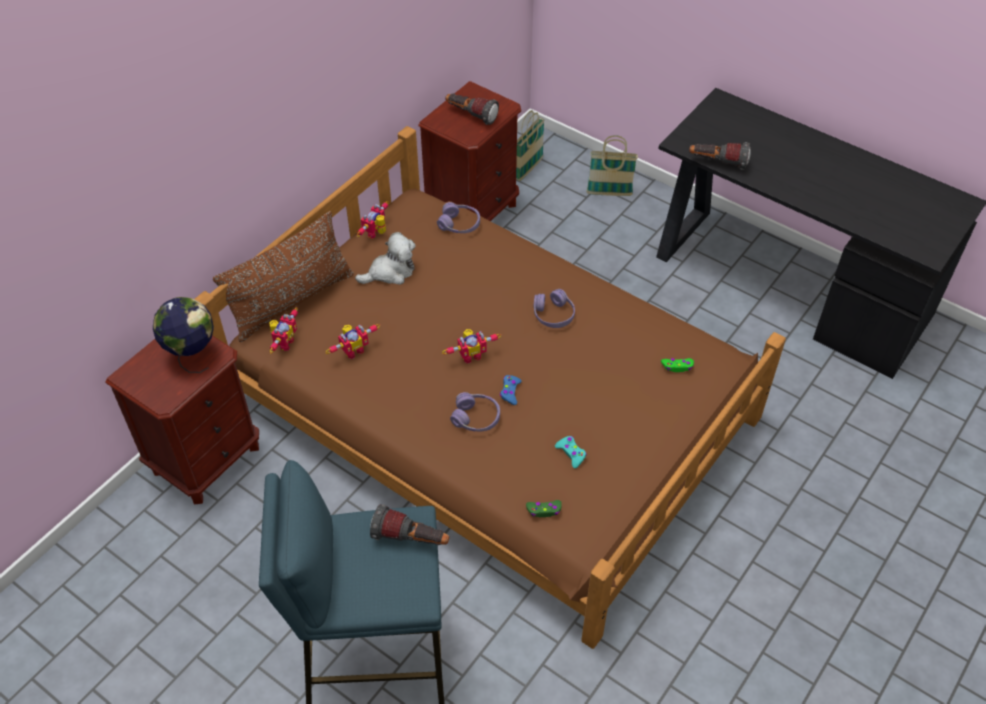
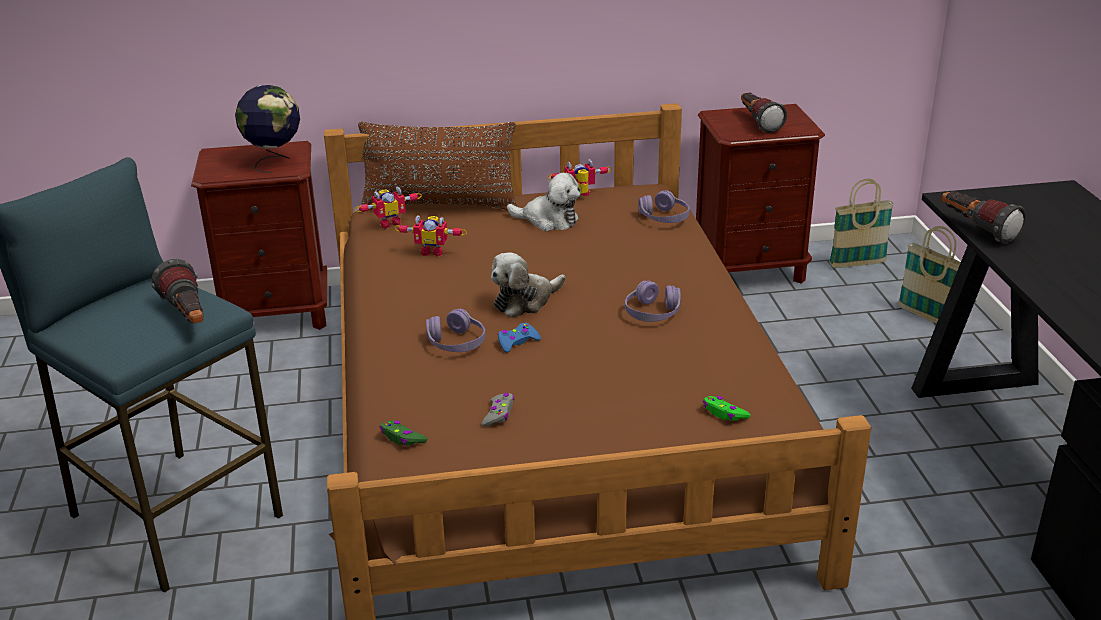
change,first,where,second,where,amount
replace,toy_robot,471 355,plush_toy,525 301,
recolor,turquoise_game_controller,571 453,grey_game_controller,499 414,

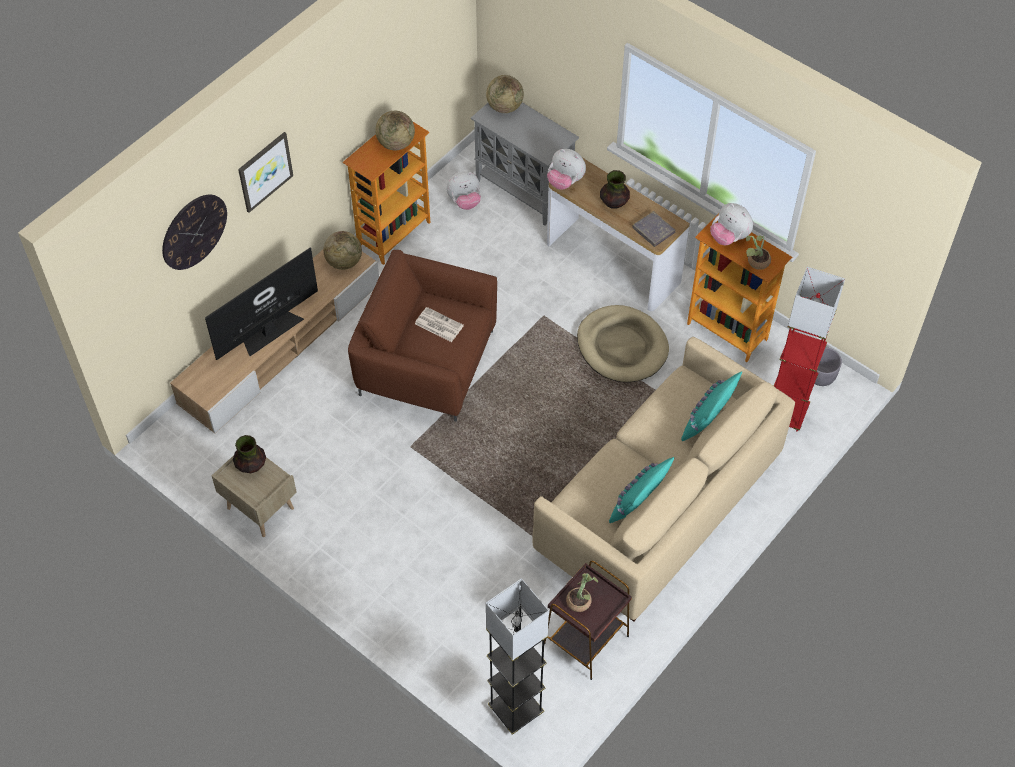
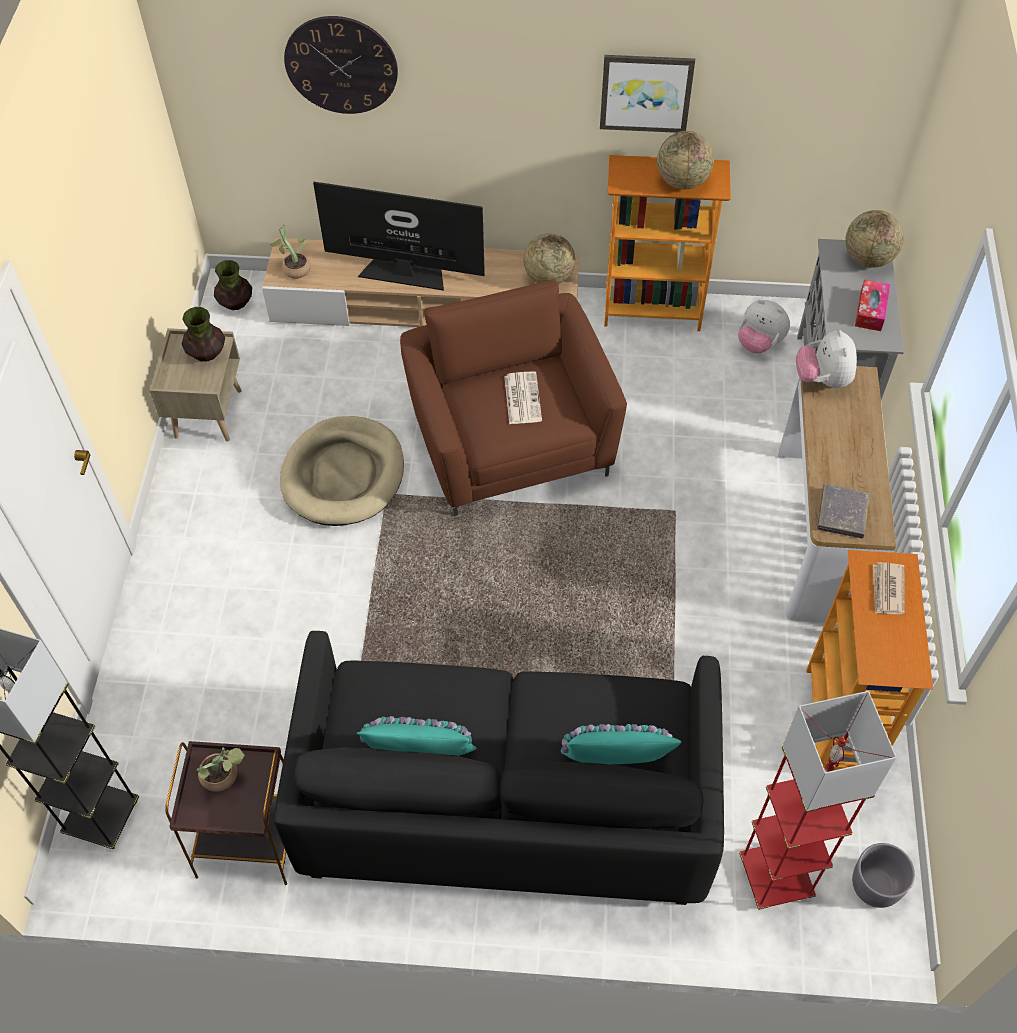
change,first,where,second,where,amount
move,picture,264 171,,646 92,
recolor,beige_sofa,658 505,black_sofa,504 803,
move,beige_dog_bed,622 346,,343 475,
move,vase,614 202,,236 303,
replace,plush_toy,729 237,newspaper,887 590,
move,potted_plant,755 262,,294 268,
insert,,,tissue_box,870 311,

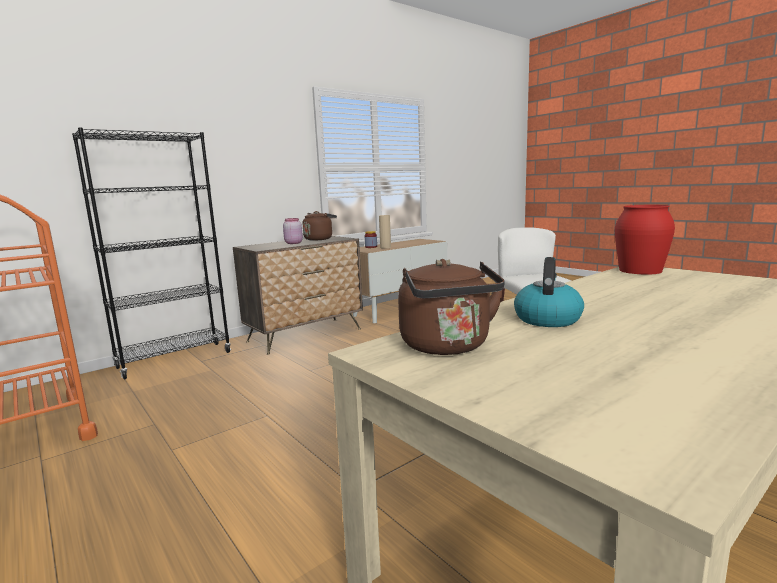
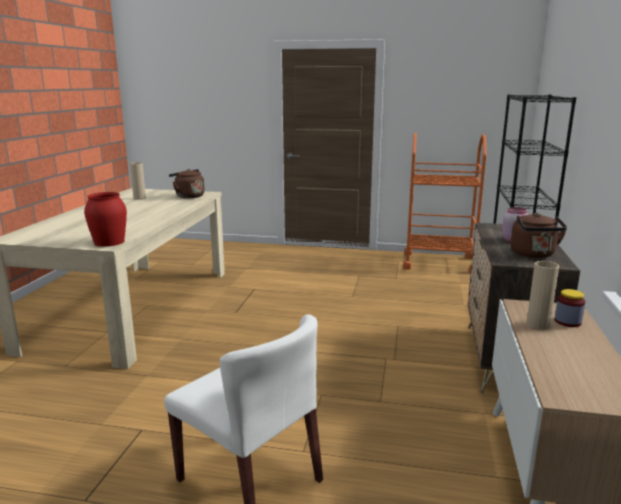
change,first,where,second,where,amount
delete,kettle,547 319,,,
insert,,,beige_vase,139 198,

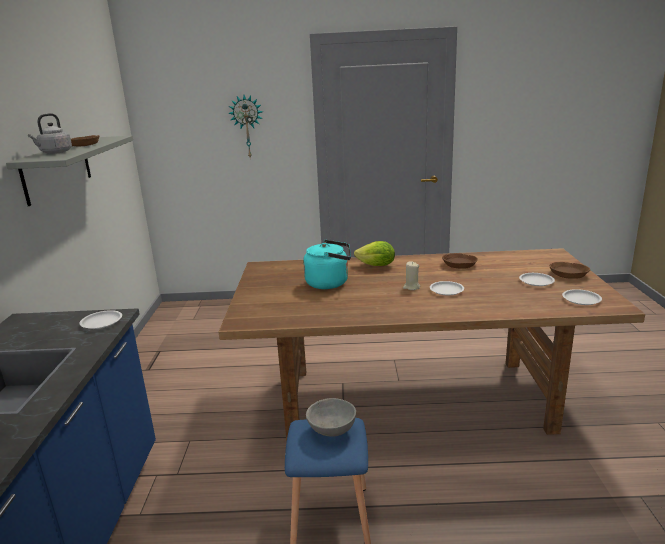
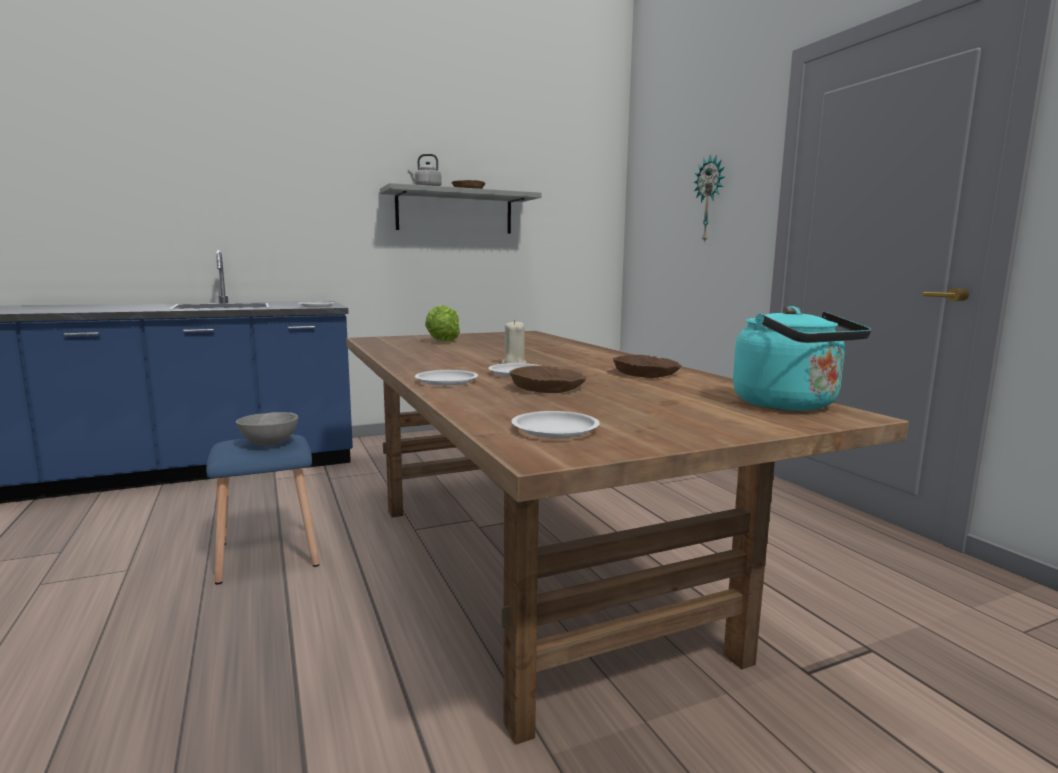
change,first,where,second,where,amount
move,turquoise_kettle,330 283,,790 405,
move,lettuce,376 266,,442 341,
move,white_plate,536 281,,446 381,
move,brown_bowl,568 274,,548 388,

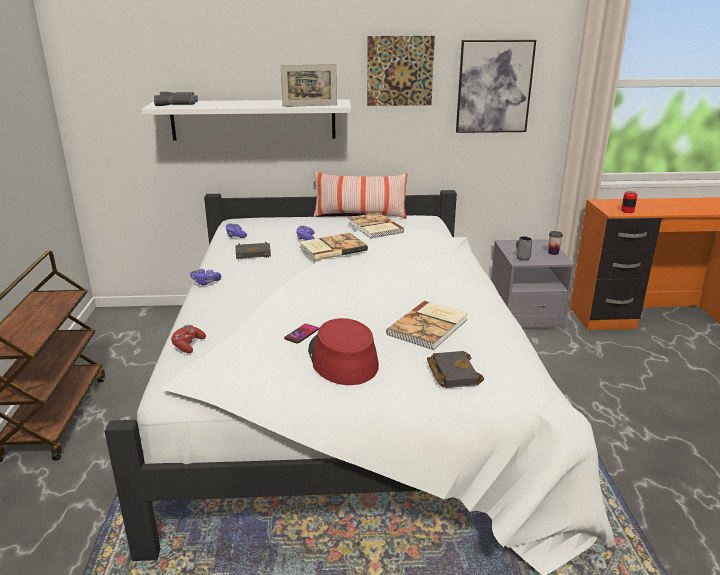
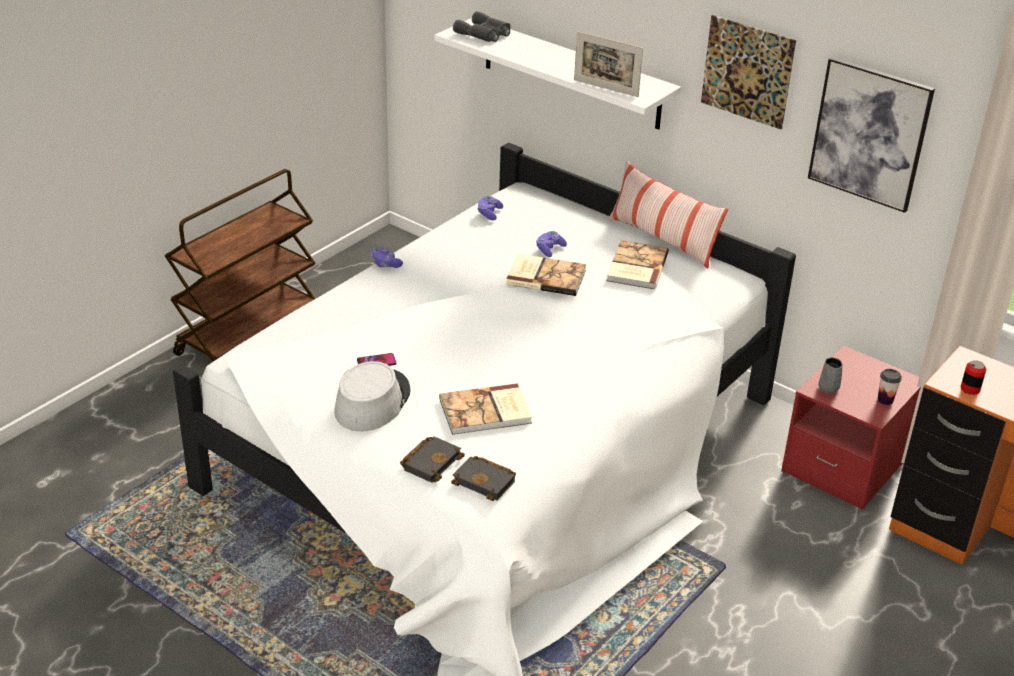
change,first,where,second,where,amount
delete,red_game_controller,188 345,,,
move,black_book,254 253,,486 481,
recolor,red_hat,342 358,grey_hat,372 401,
recolor,grey_nightstand,525 313,red_nightstand,843 466,

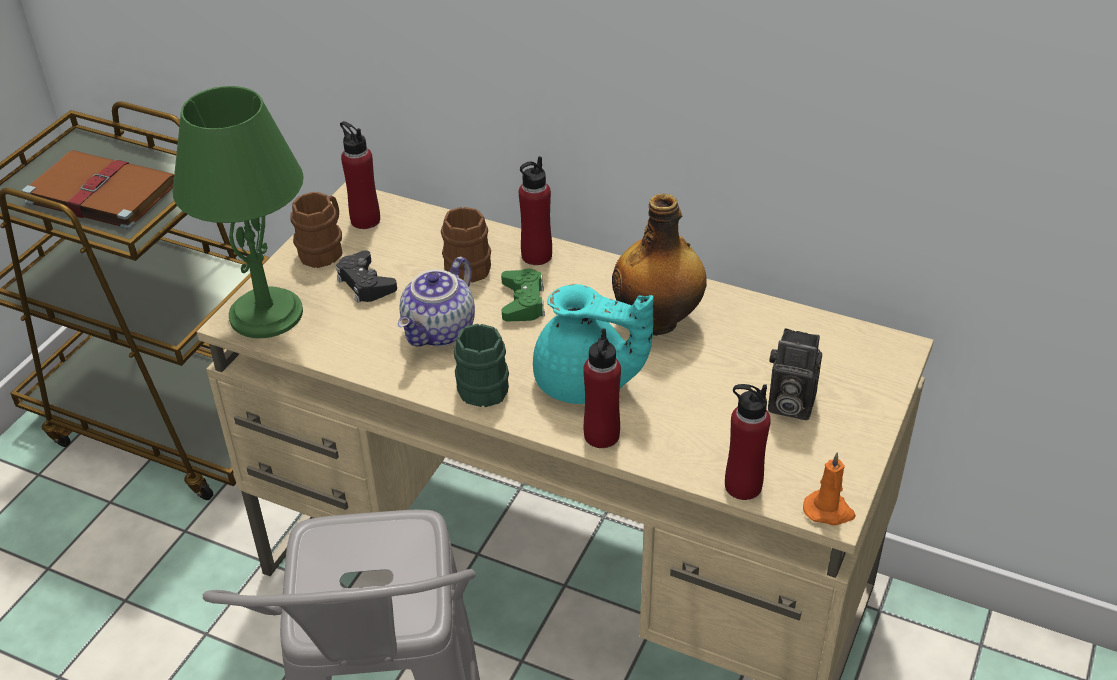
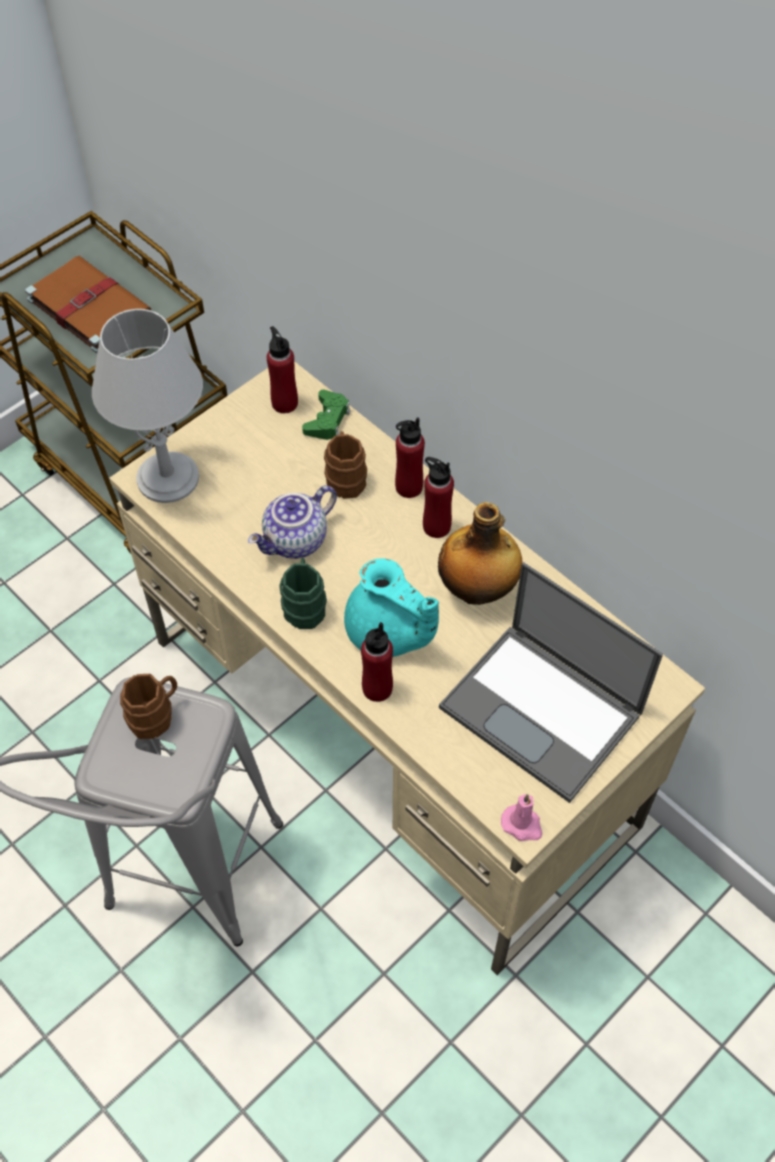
change,first,where,second,where,amount
recolor,green_table_lamp,266 313,grey_table_lamp,168 477,
move,brown_mug,324 249,,156 715,
delete,black_game_controller,365 283,,,
move,green_game_controller,523 302,,327 420,
move,red_bottle,743 486,,436 526,
replace,photo_camera,788 404,laptop,543 711,
recolor,orange_candle,829 511,pink_candle,522 825,

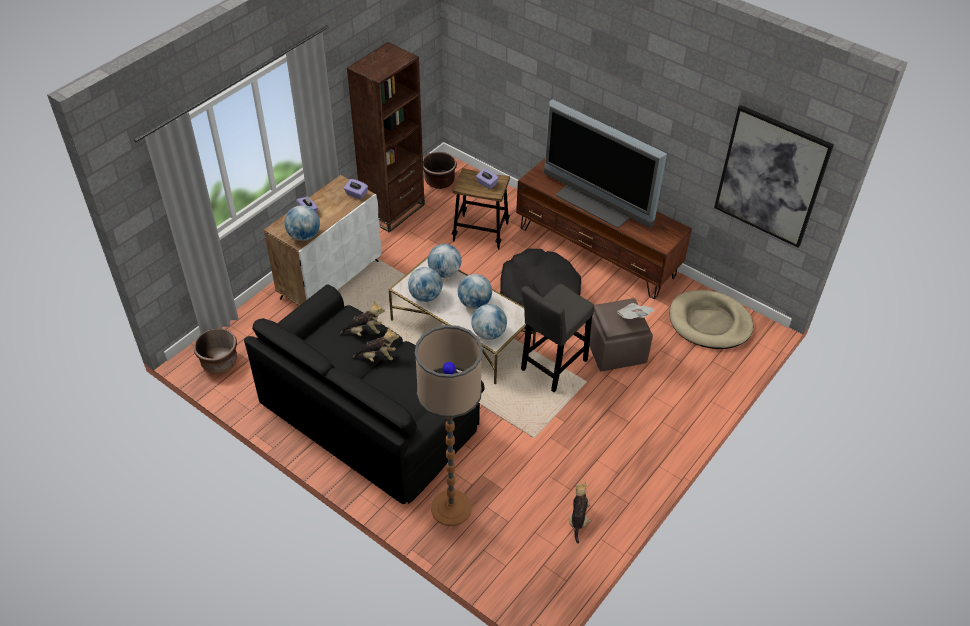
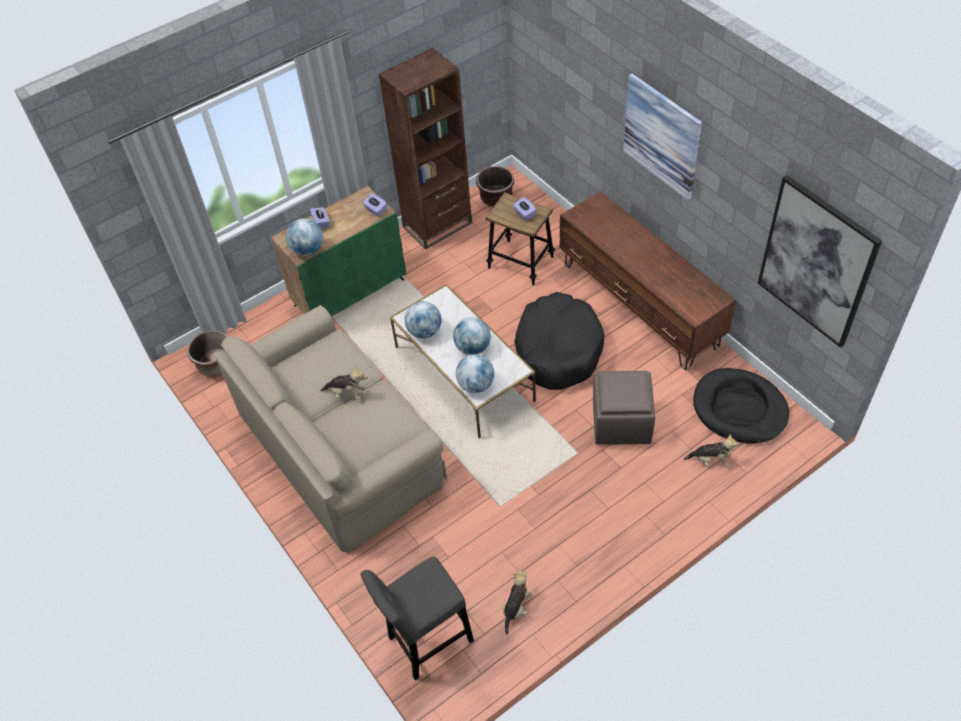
change,first,where,second,where,amount
recolor,black_sofa,368 413,beige_sofa,340 446,
recolor,white_cabinet,330 279,green_cabinet,350 292,
move,plush_toy,364 332,,710 460,
delete,floor_lamp,451 508,,,
delete,globe,444 272,,,
move,grey_stool,552 367,,426 642,
delete,television,595 203,,,
delete,newspaper,634 317,,,
recolor,beige_dog_bed,709 323,black_dog_bed,739 409,
insert,,,picture,662 136,

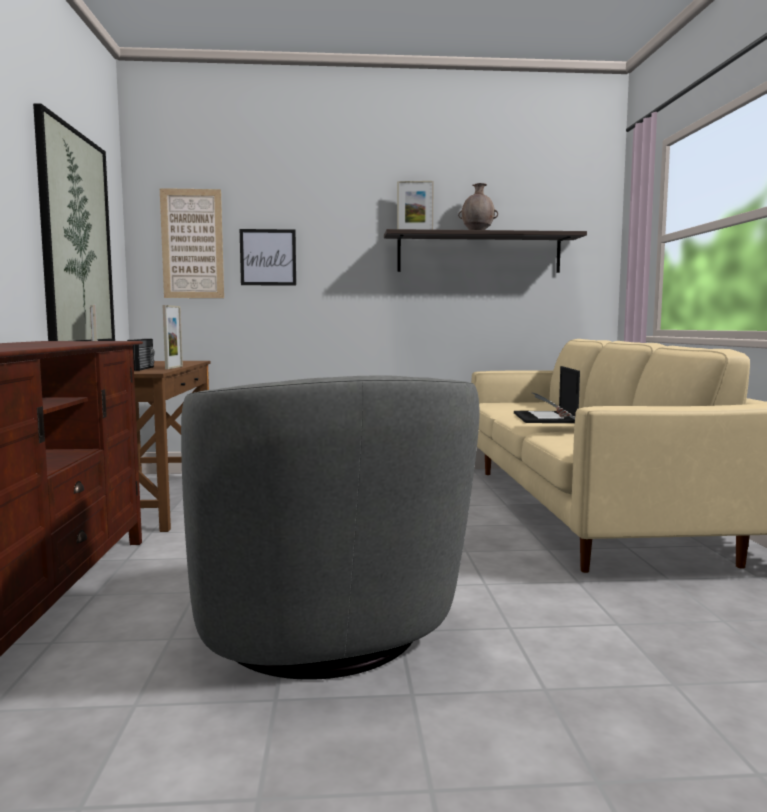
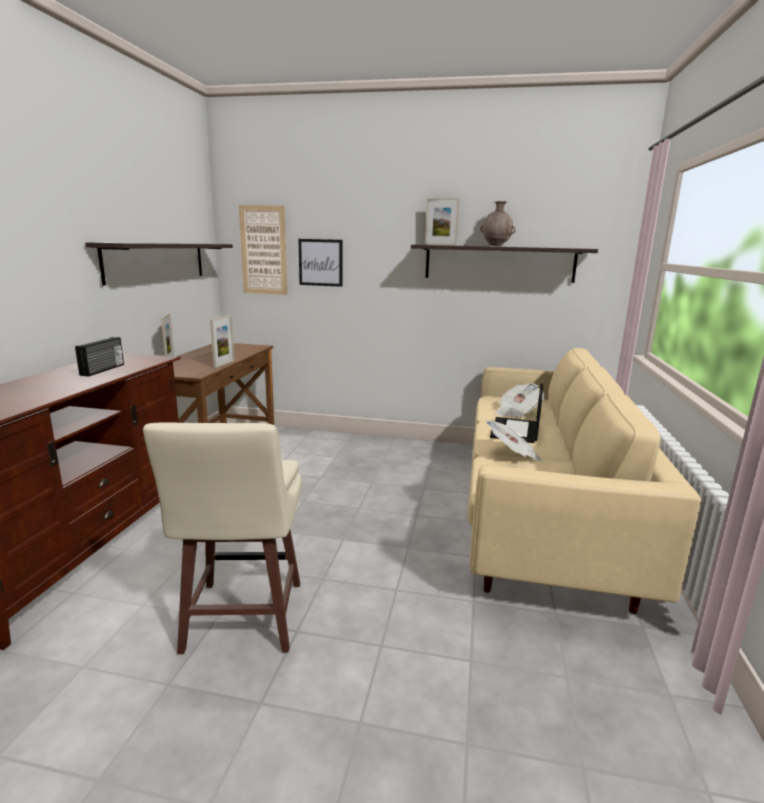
change,first,where,second,where,amount
replace,picture,76 238,shelf,157 261,
move,radio,142 368,,103 370,
replace,grey_armchair,320 631,beige_stool,242 619,
insert,,,newspaper,517 412,

